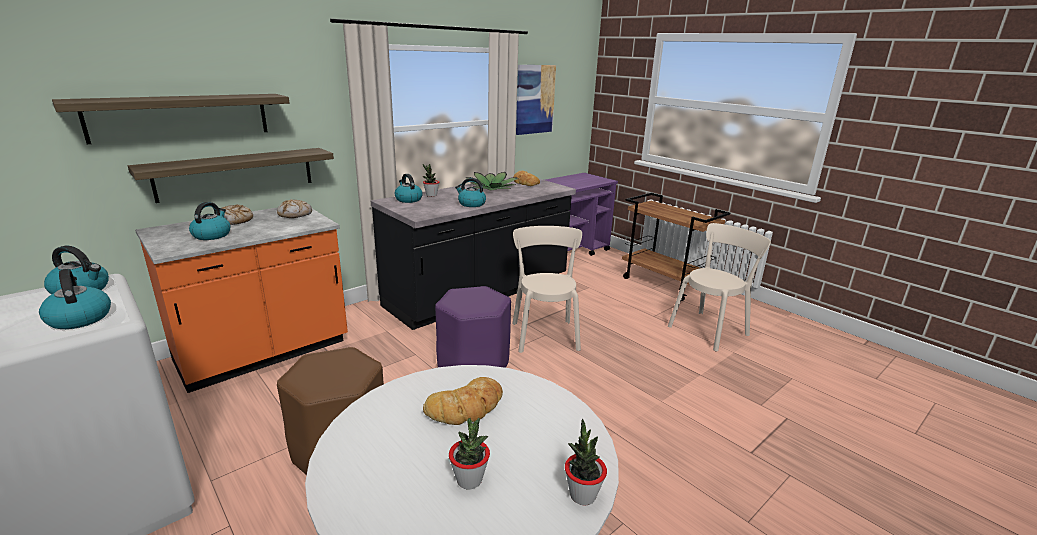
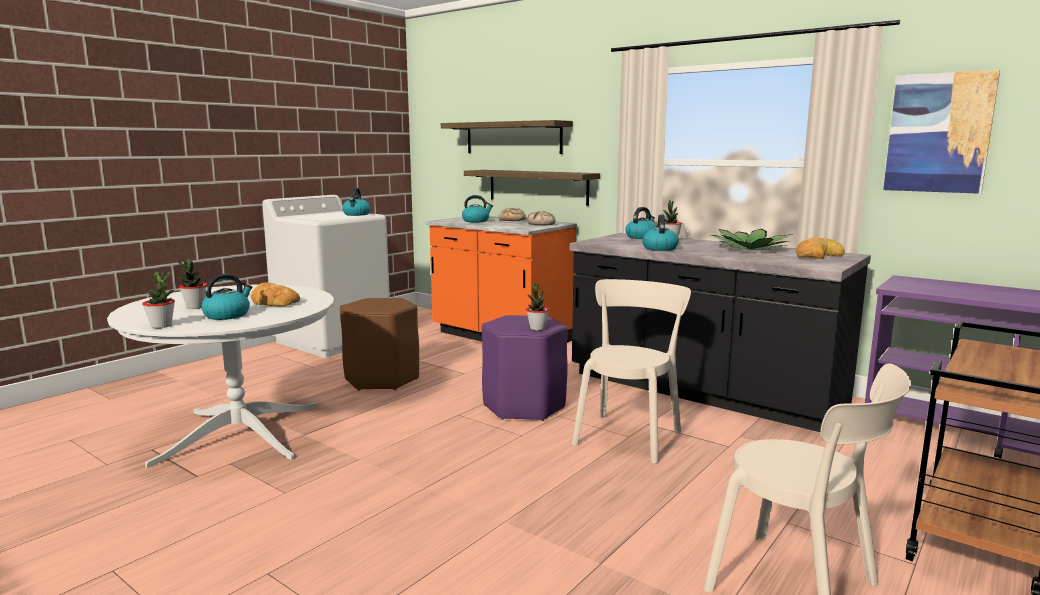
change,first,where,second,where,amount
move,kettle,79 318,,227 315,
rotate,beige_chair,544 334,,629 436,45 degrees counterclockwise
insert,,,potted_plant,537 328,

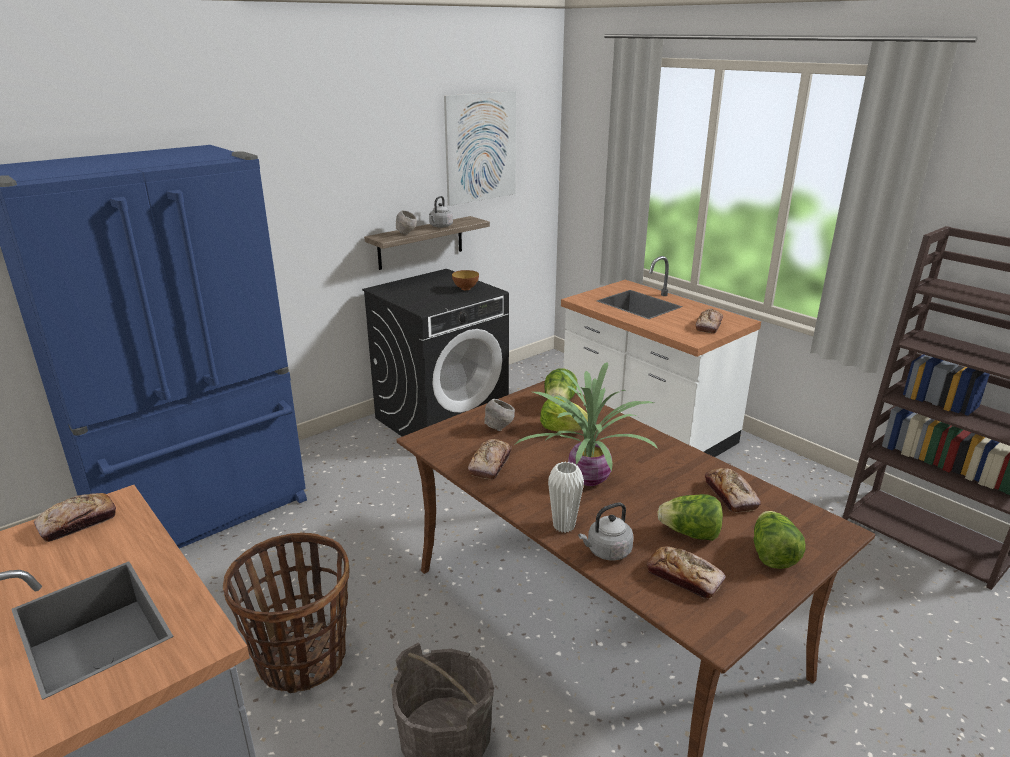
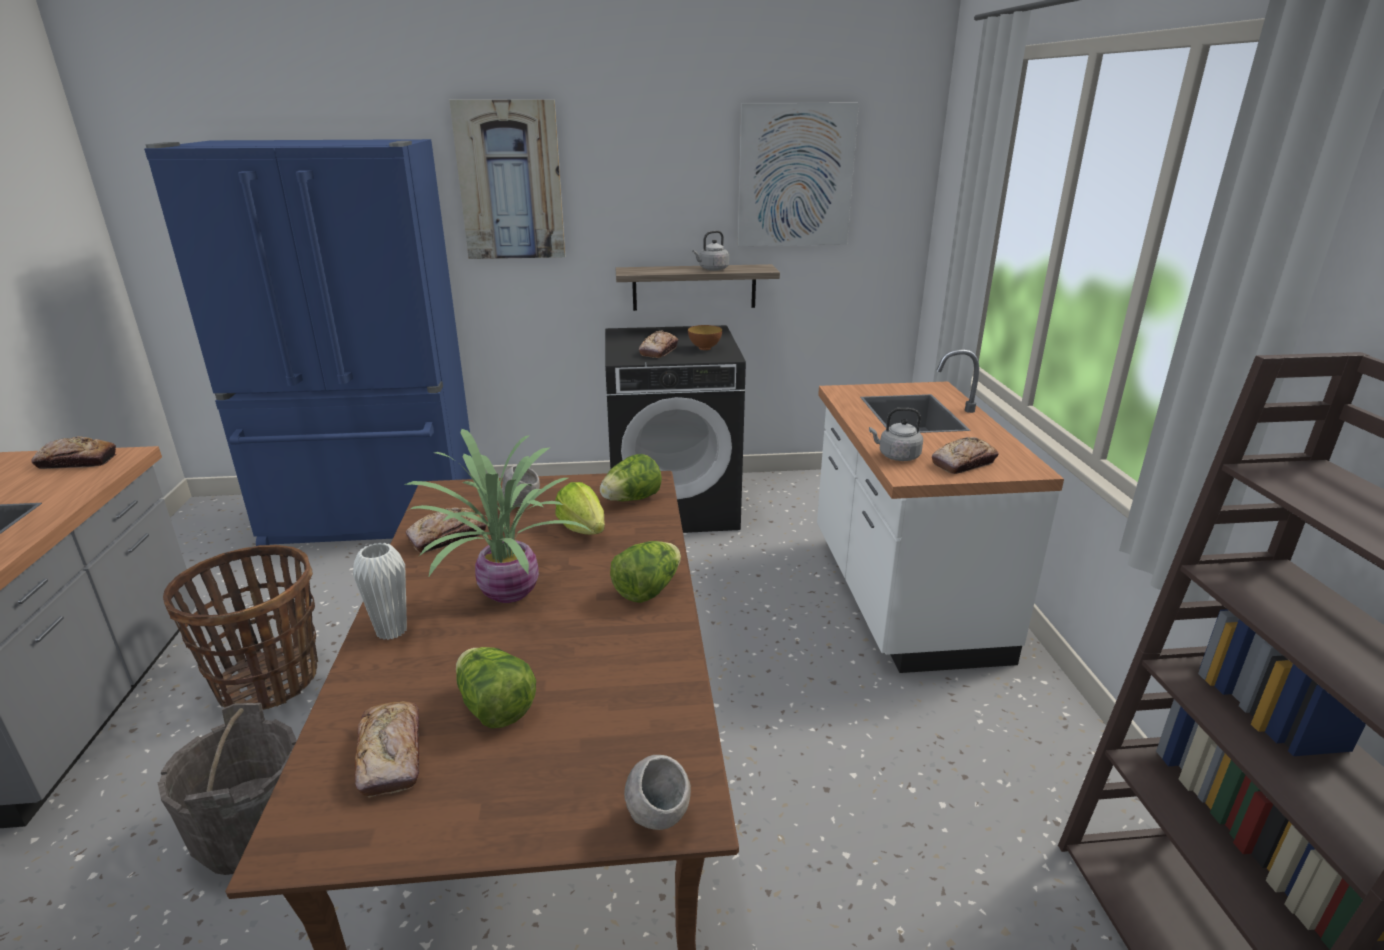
change,first,where,second,where,amount
move,grey_bowl,406 233,,657 821,
move,grey_kettle,607 551,,896 456,
move,bread,730 495,,659 351,
move,lettuce,772 555,,648 590,
insert,,,picture,510 181,

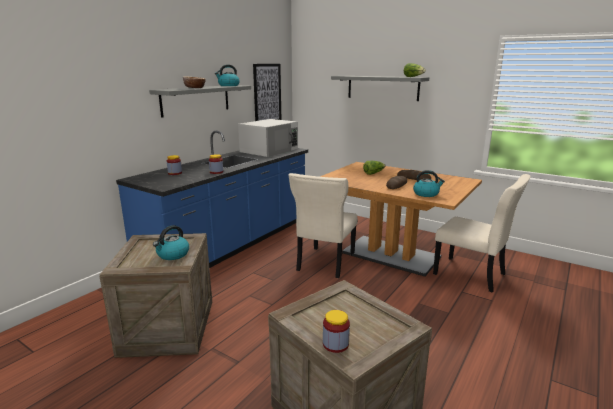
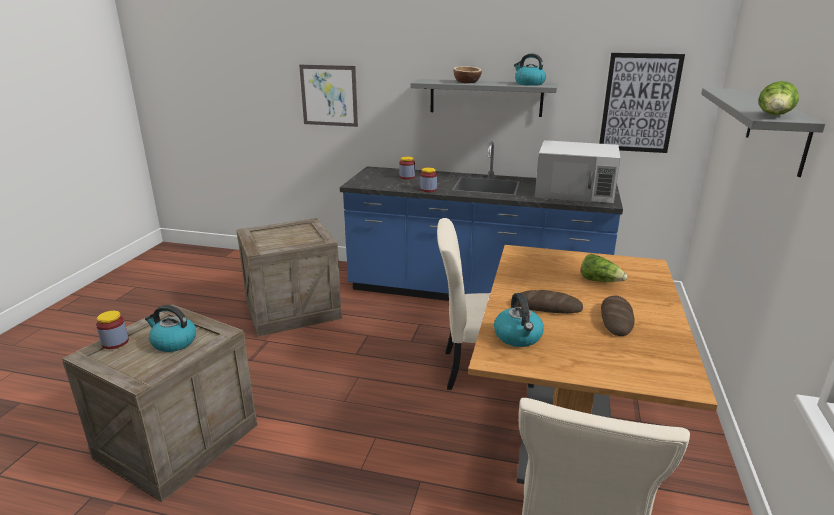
change,first,where,second,where,amount
move,kettle,173 255,,173 342,
insert,,,picture,329 95,

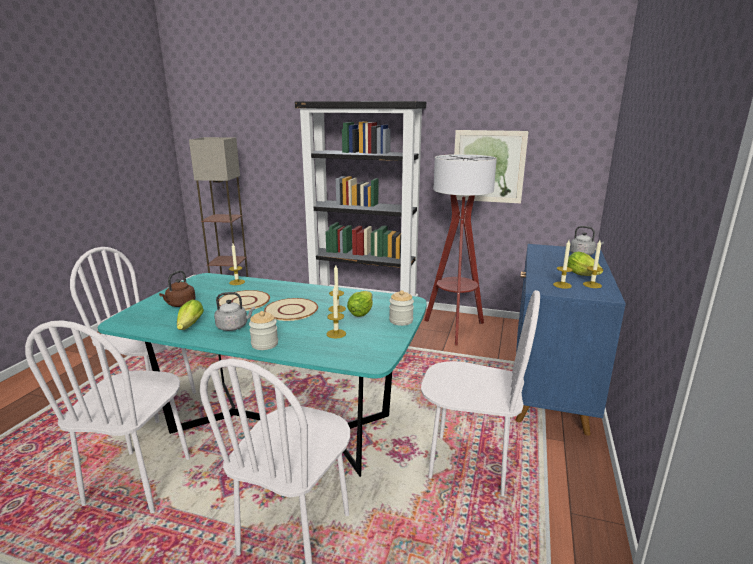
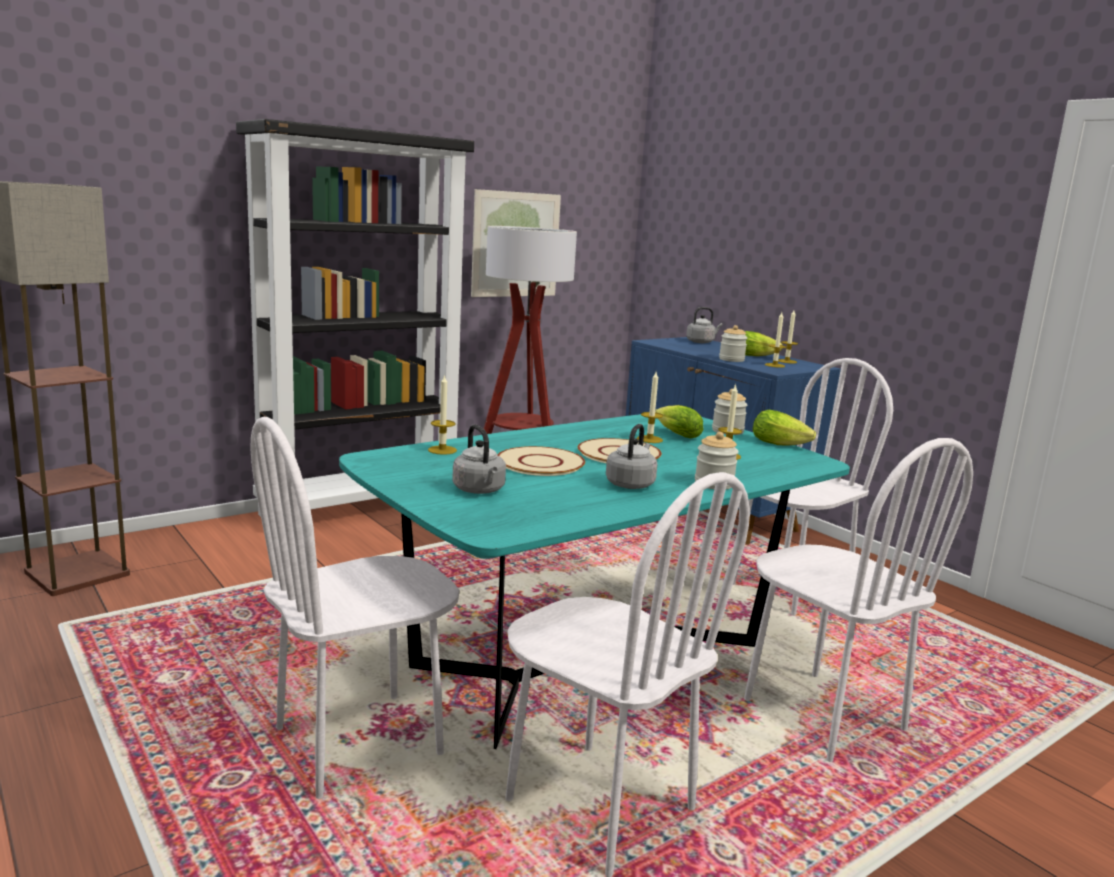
change,first,where,second,where,amount
recolor,brown_kettle,180 304,grey_kettle,480 490,
move,lettuce,189 327,,782 444,
insert,,,jar,731 359,

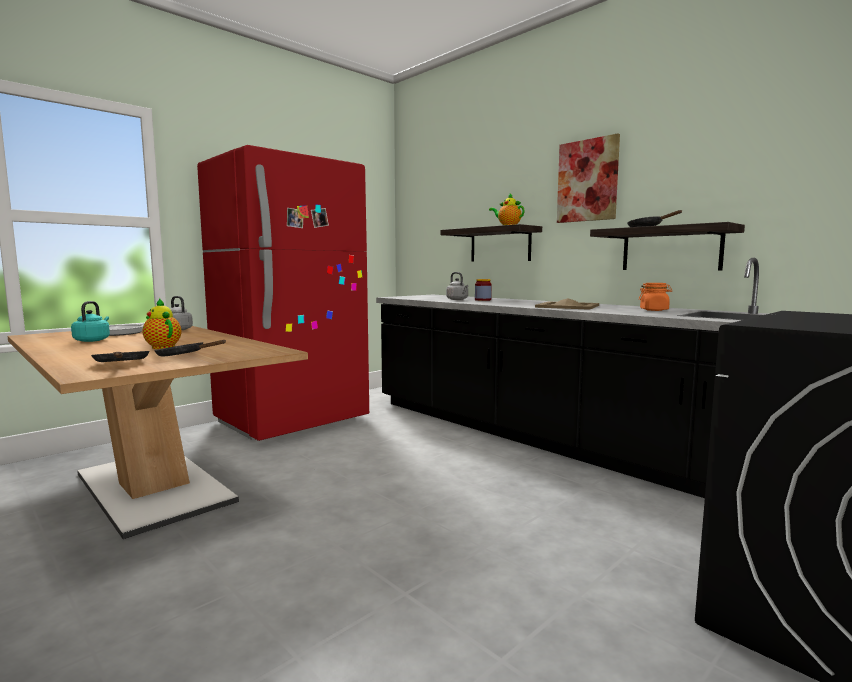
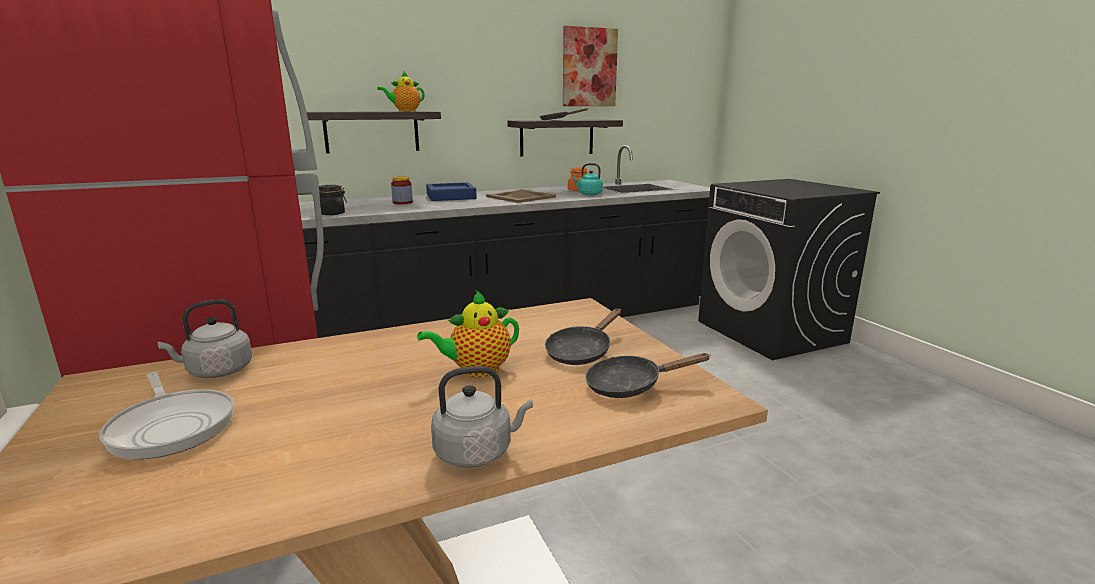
change,first,where,second,where,amount
move,turquoise_kettle,93 340,,588 194,
move,grey_kettle,458 299,,477 452,
move,picture,587 181,,589 67,
insert,,,black_jar,331 214,
insert,,,blue_tray,451 196,

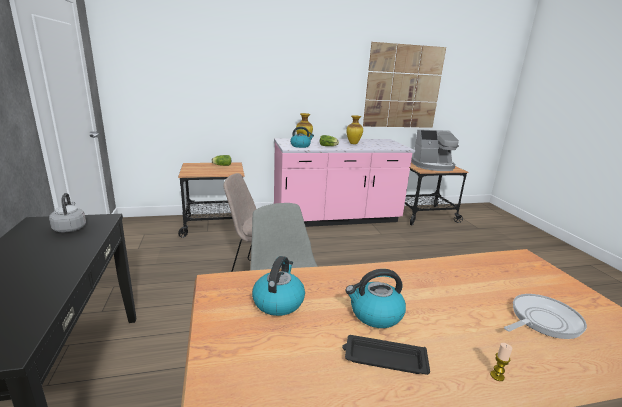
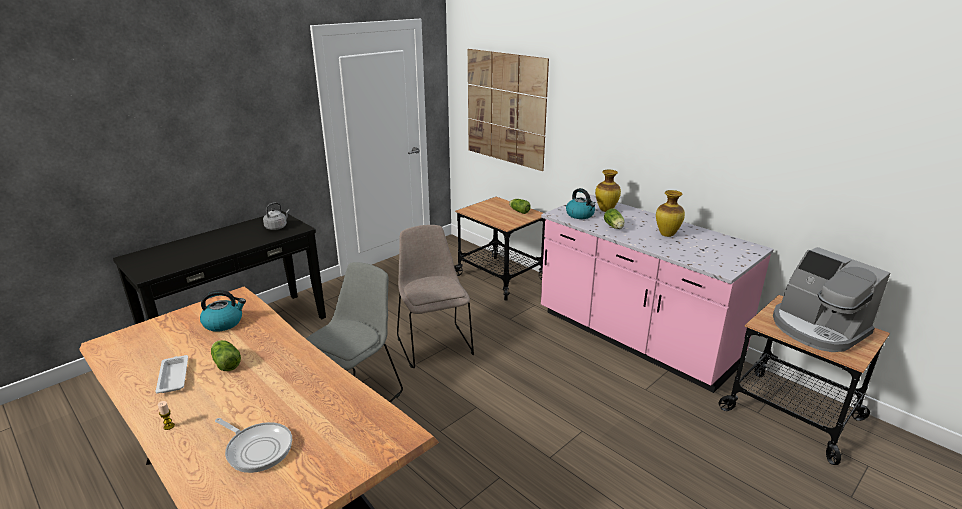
change,first,where,second,where,amount
recolor,black_tray,383 359,white_tray,174 376,
replace,kettle,375 314,lettuce,226 362,
move,picture,403 87,,505 108,

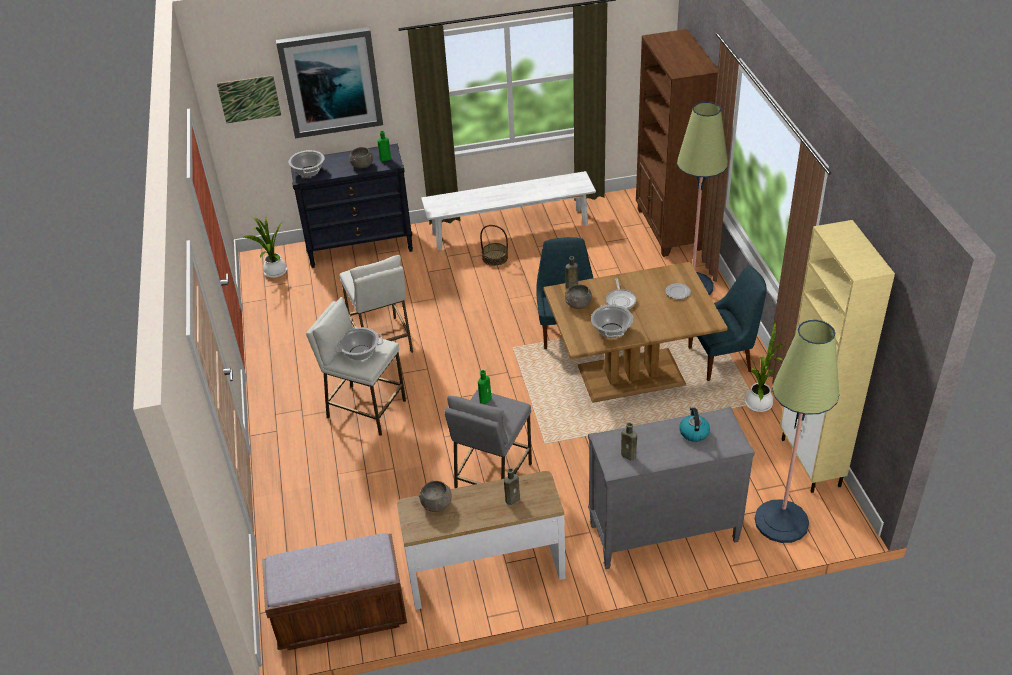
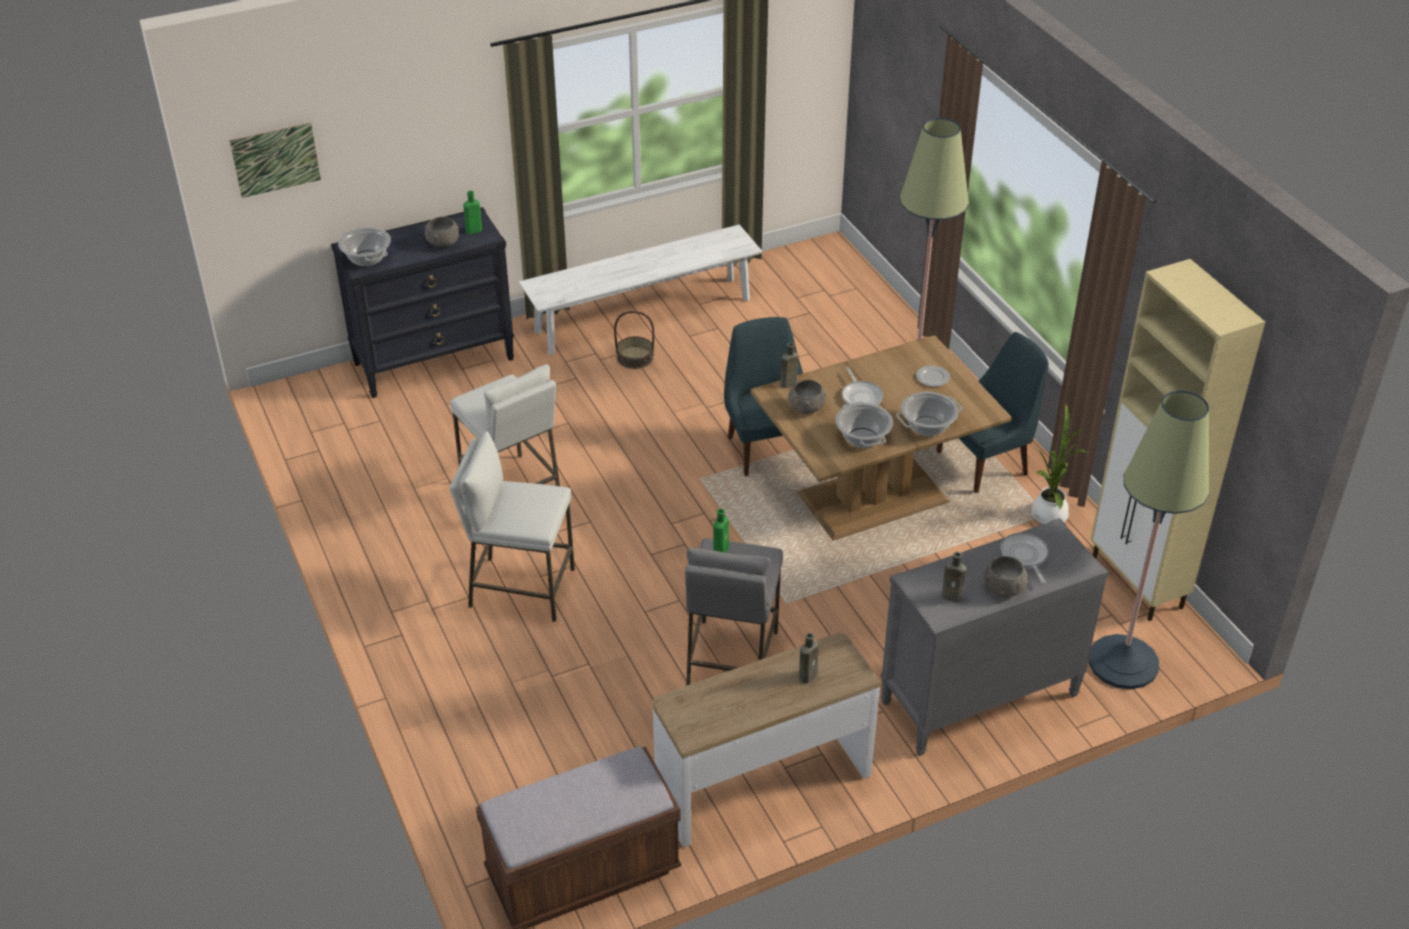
change,first,where,second,where,amount
delete,potted_plant,274 273,,,
delete,picture,331 82,,,
move,cooking_pot,360 353,,927 427,
move,grey_bowl,436 504,,1003 587,
delete,brown_bookcase,668 229,,,
replace,kettle,693 432,frying_pan,1024 556,

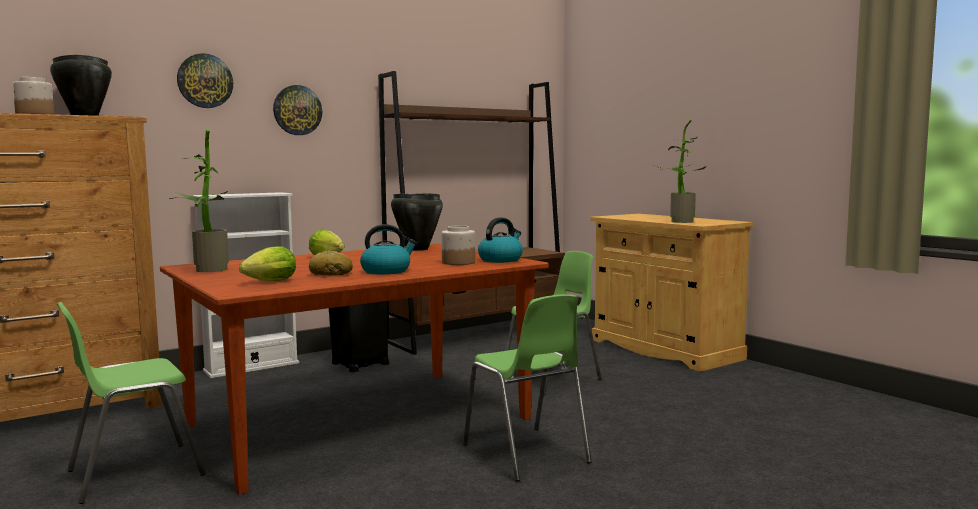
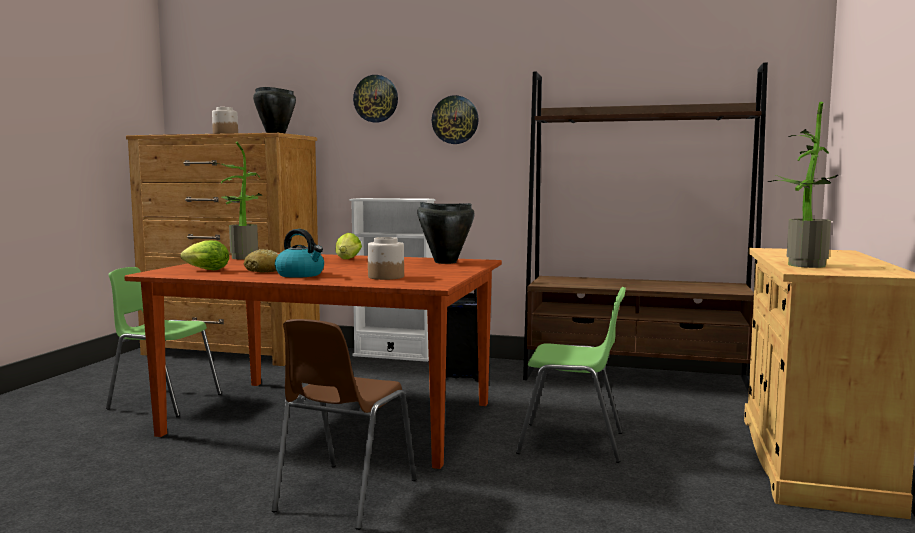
change,first,where,second,where,amount
recolor,green_chair,526 454,brown_chair,344 496,
delete,kettle,501 260,,,

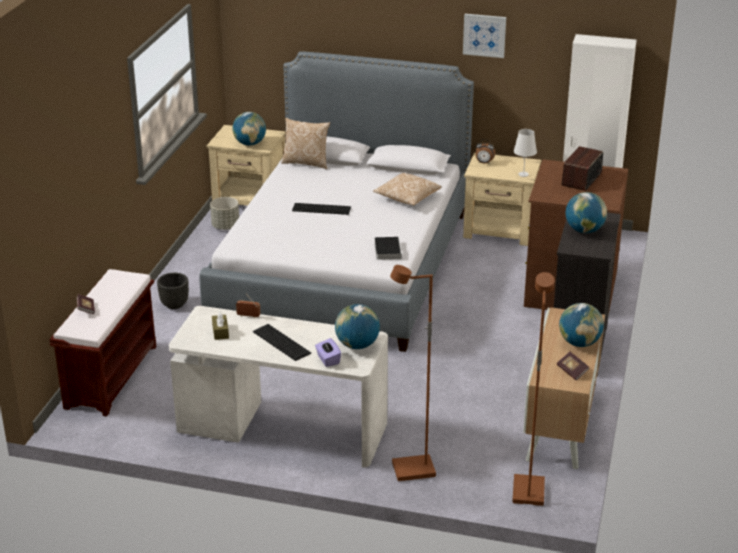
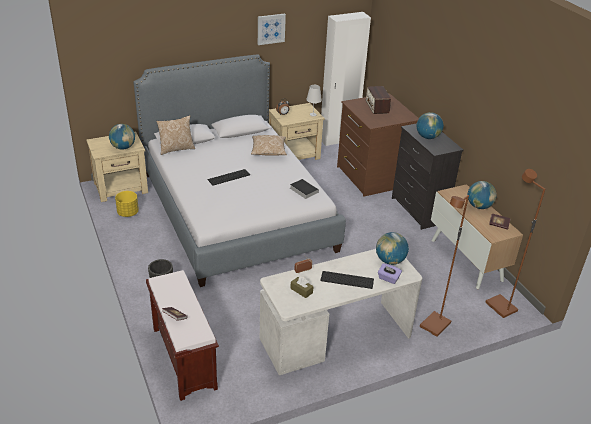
change,first,where,second,where,amount
recolor,grey_planter,225 226,yellow_planter,128 213,

